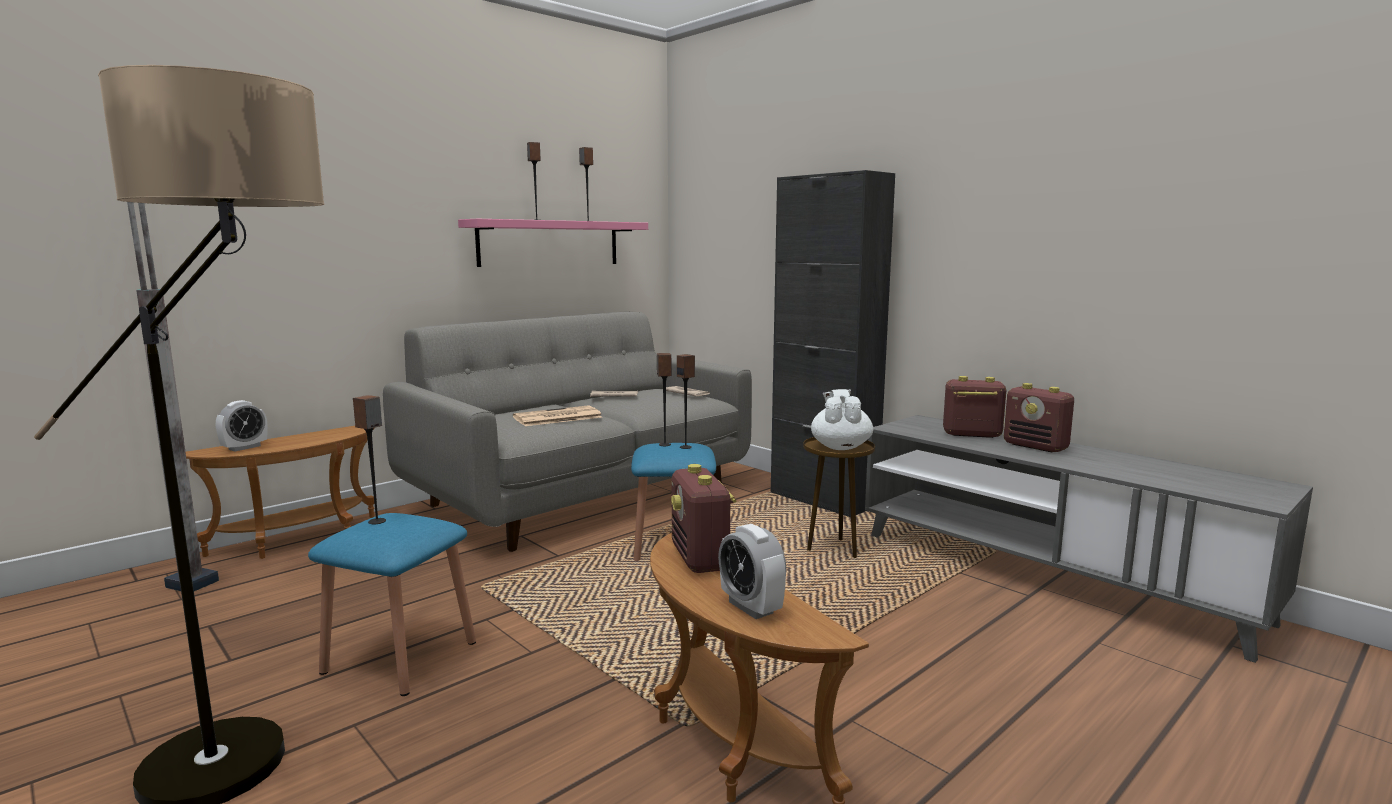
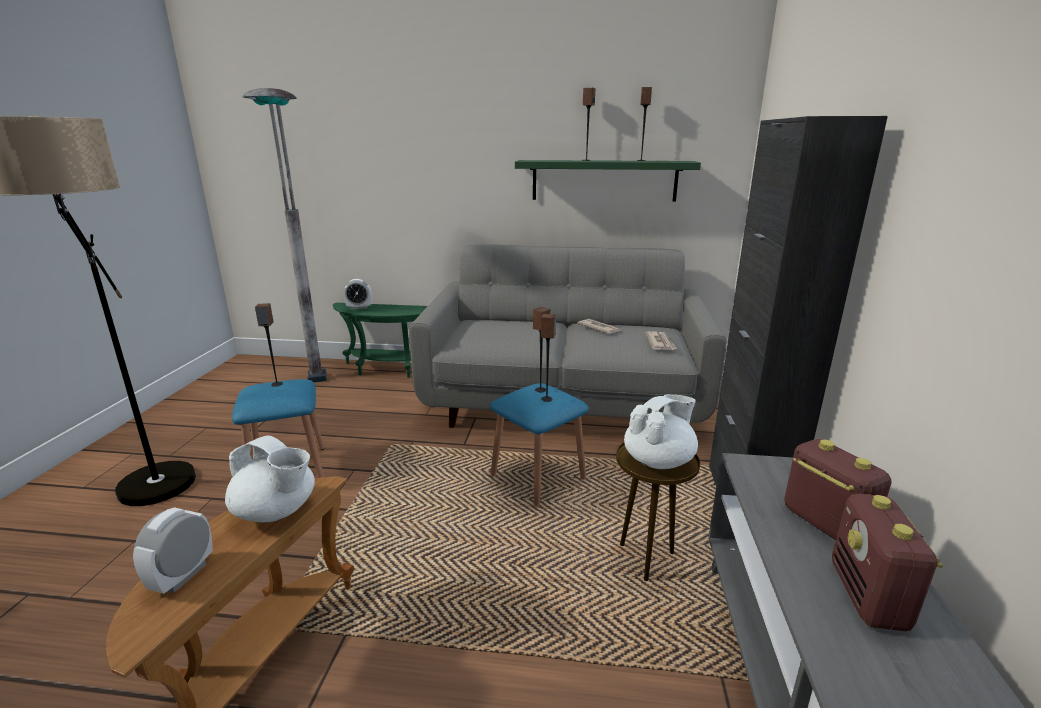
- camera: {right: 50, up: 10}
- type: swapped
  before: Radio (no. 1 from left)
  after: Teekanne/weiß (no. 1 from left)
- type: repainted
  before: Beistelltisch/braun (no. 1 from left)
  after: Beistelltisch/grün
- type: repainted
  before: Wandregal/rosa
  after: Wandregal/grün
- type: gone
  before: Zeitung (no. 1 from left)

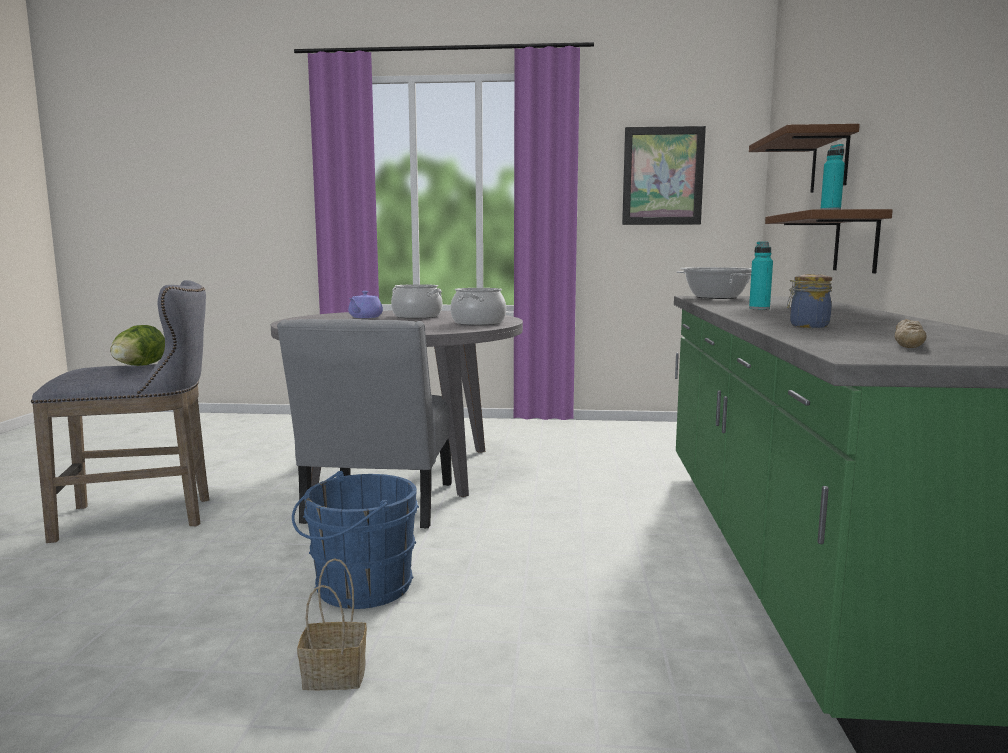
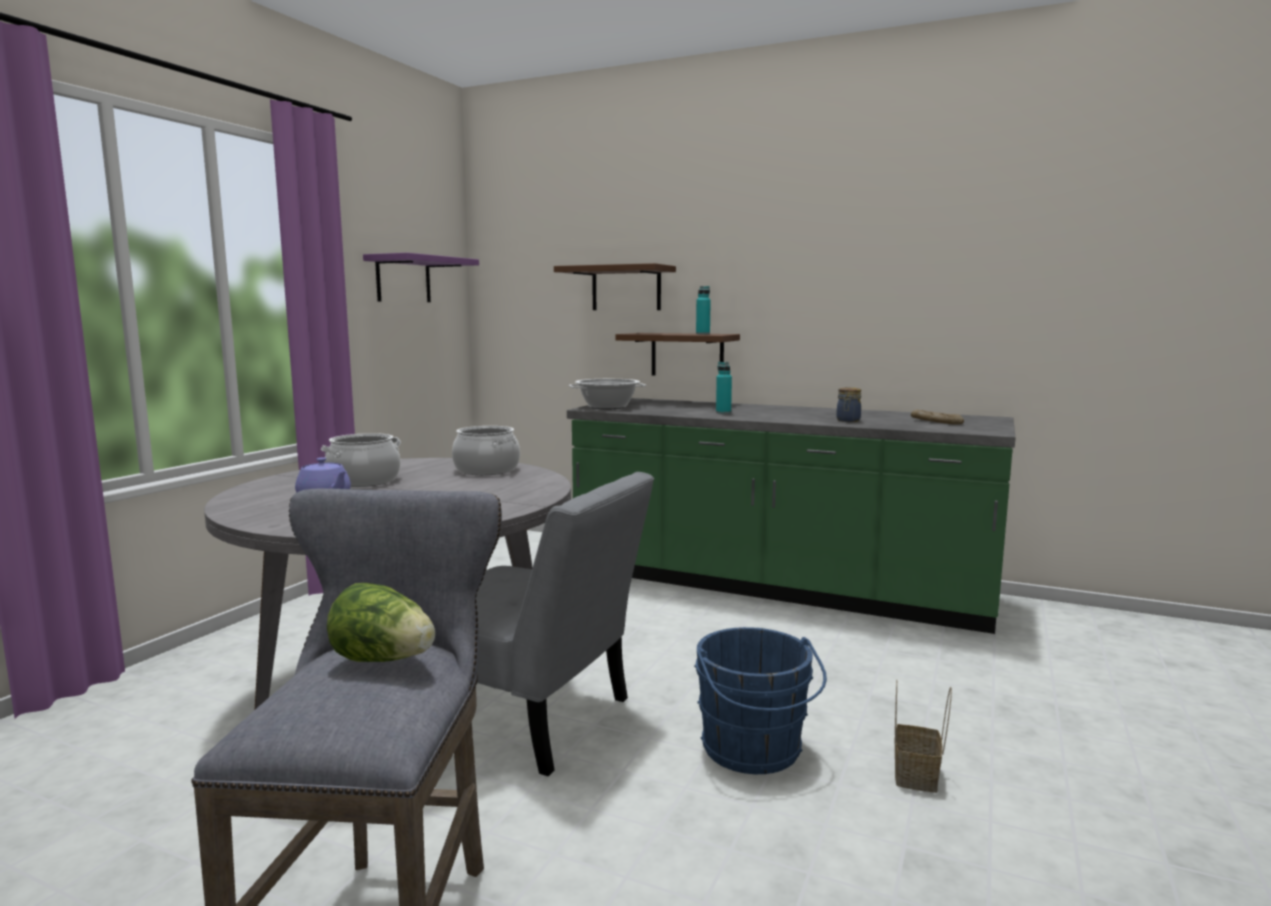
- camera: {right: -70, up: 0}
- type: swapped
  before: Bild
  after: Wandregal/lila

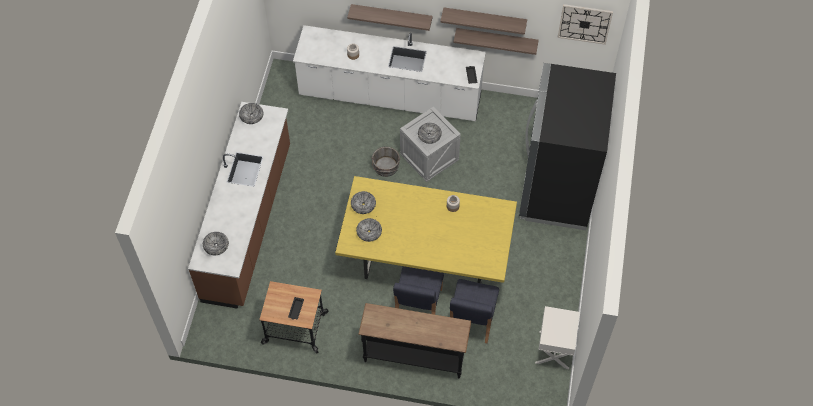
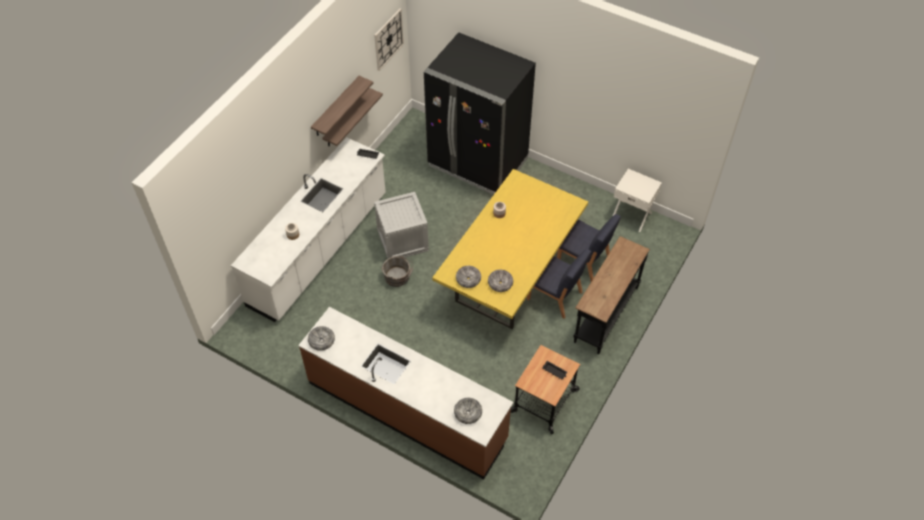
- camera: {right: -70, up: -5}
- type: gone
  before: Wandregal (no. 1 from left)
- type: gone
  before: Schüssel (no. 5 from left)

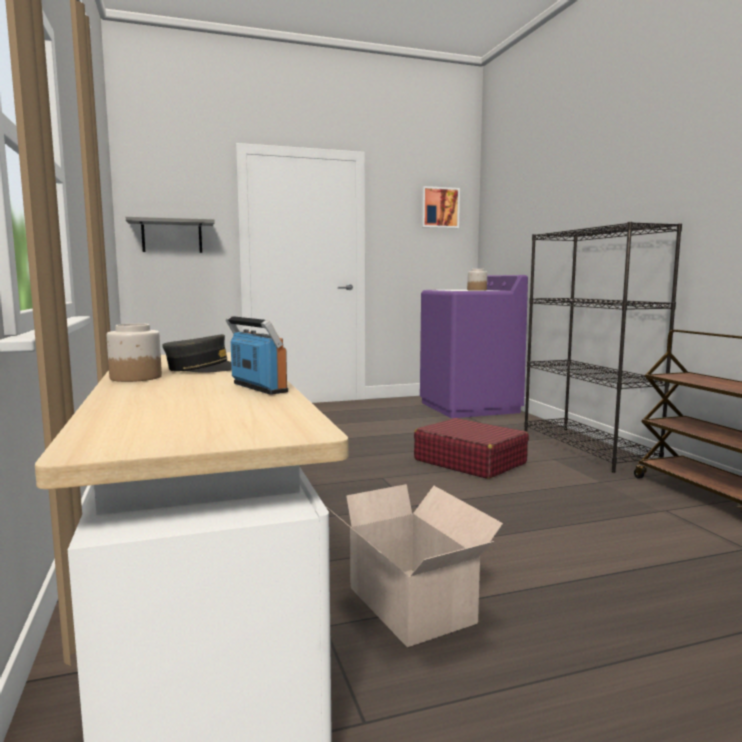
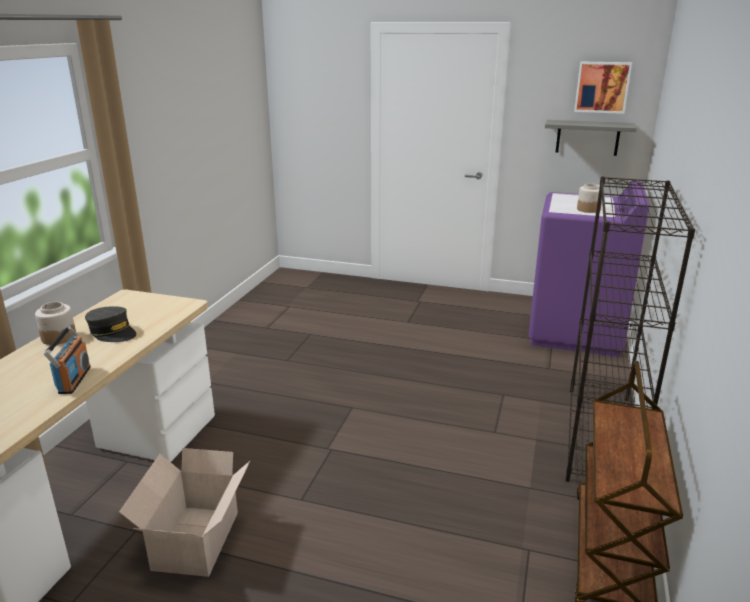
- camera: {right: 35, up: 15}
- type: shifted
  before: Wandregal/grau
- type: gone
  before: Koffer/rot

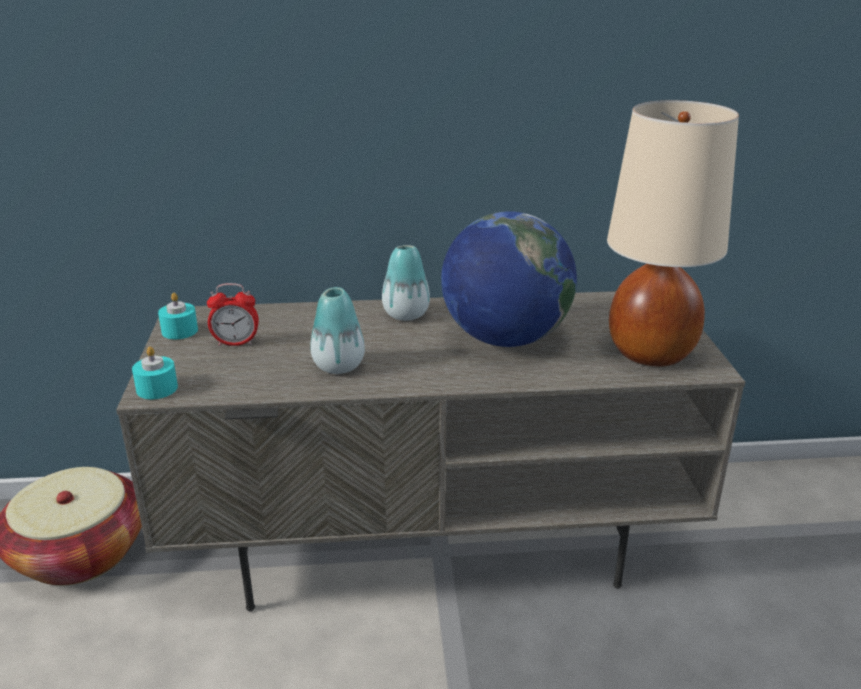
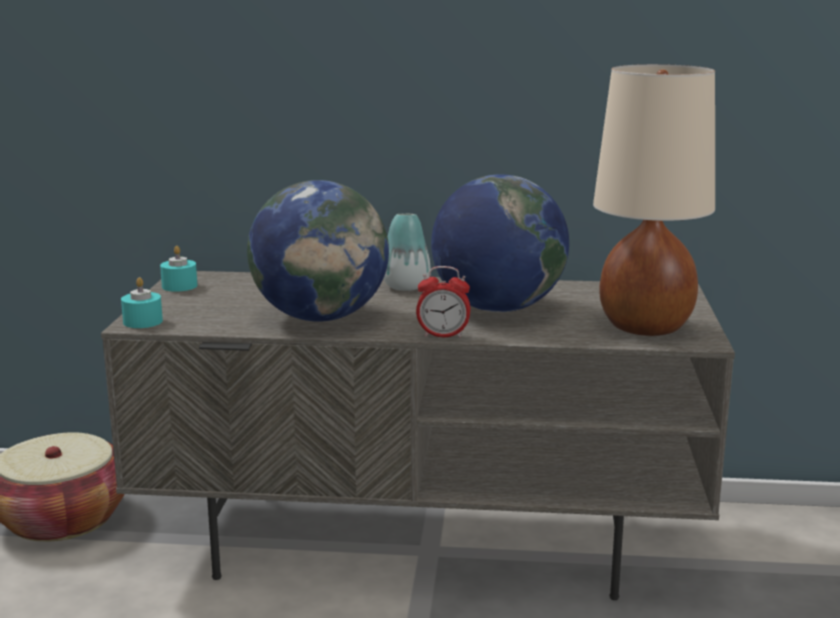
- camera: {right: 10, up: -10}
- type: swapped
  before: Vase (no. 1 from left)
  after: Globus (no. 1 from left)
- type: shifted
  before: Wecker

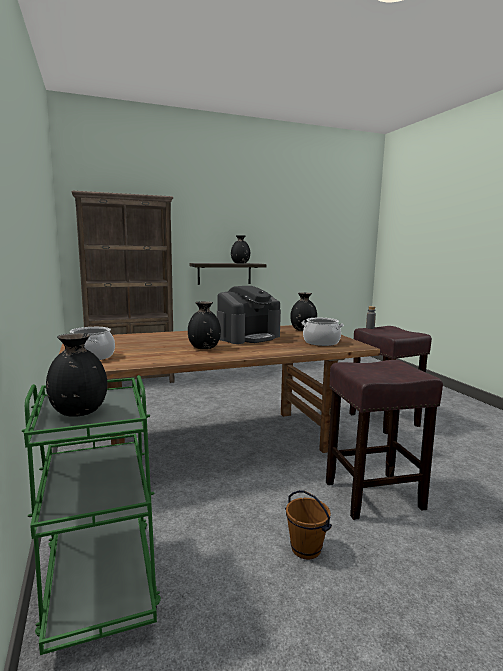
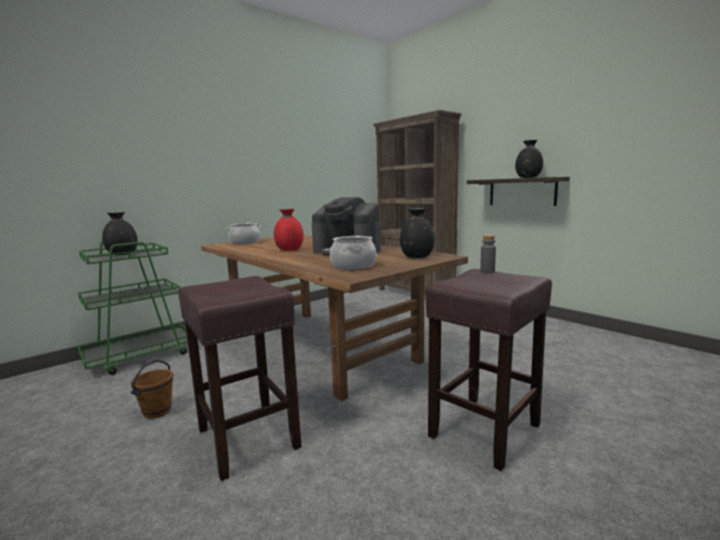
- camera: {right: 70, up: 0}
- type: repainted
  before: Vase/schwarz (no. 2 from left)
  after: Vase/rot

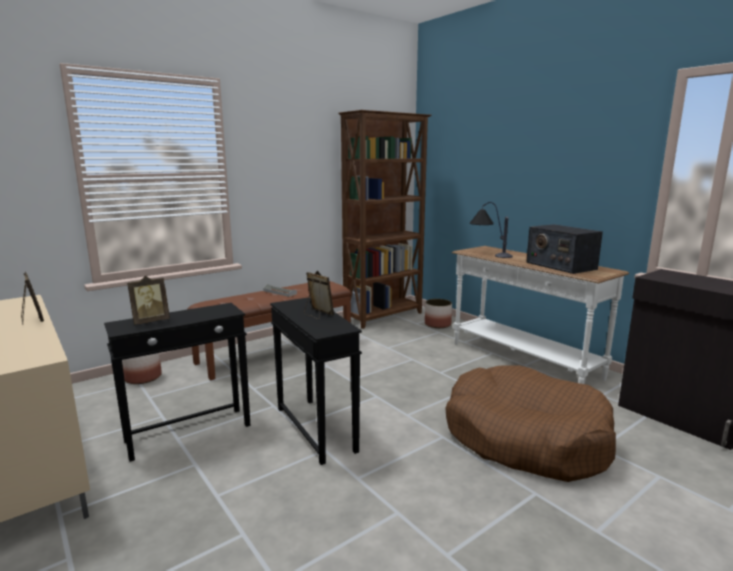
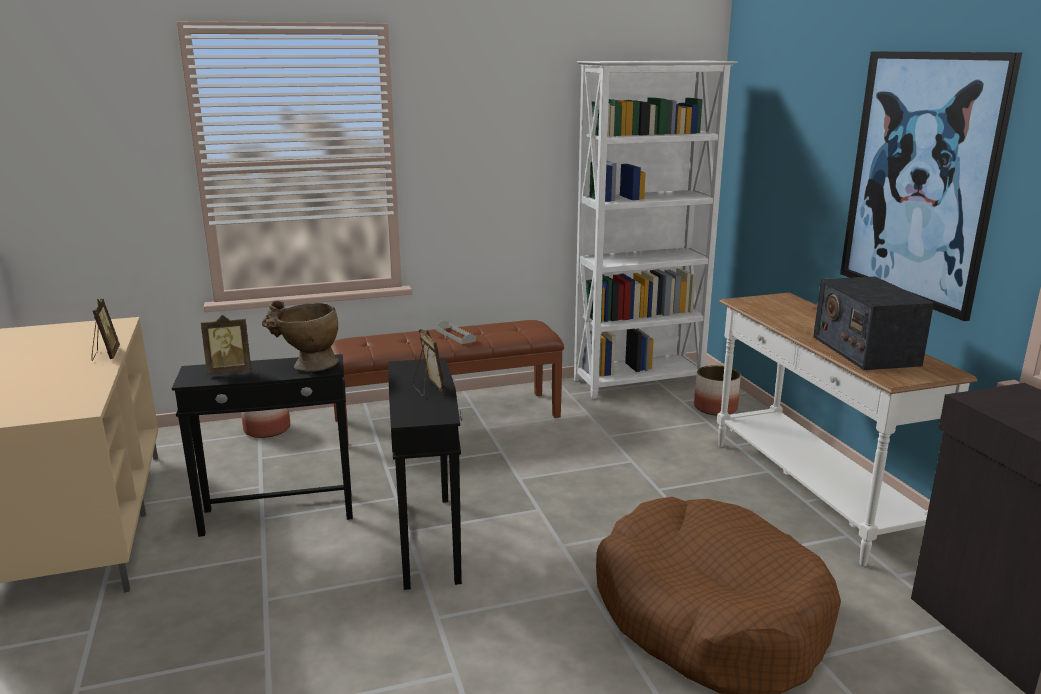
- camera: {right: 20, up: 5}
- type: new
  after: Vase/beige
- type: repainted
  before: Bücherregal/braun
  after: Bücherregal/weiß
- type: new
  after: Bild
- type: gone
  before: Tischlampe

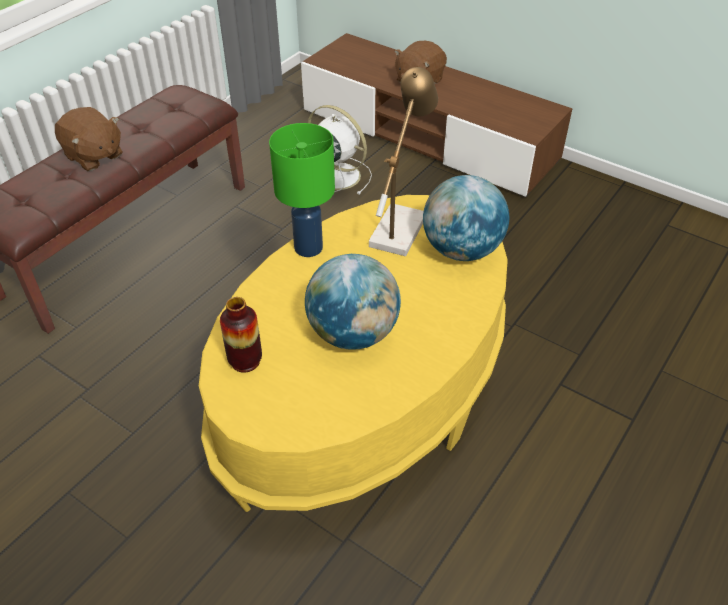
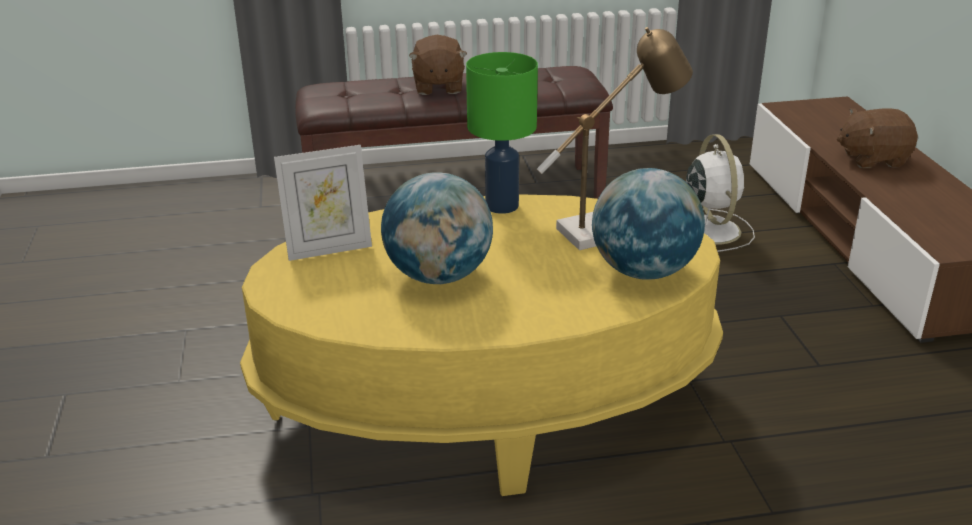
- camera: {right: 45, up: -15}
- type: swapped
  before: Vase
  after: Bilderrahmen

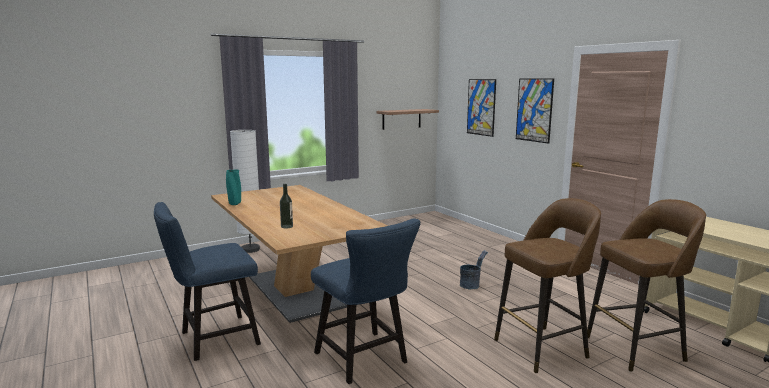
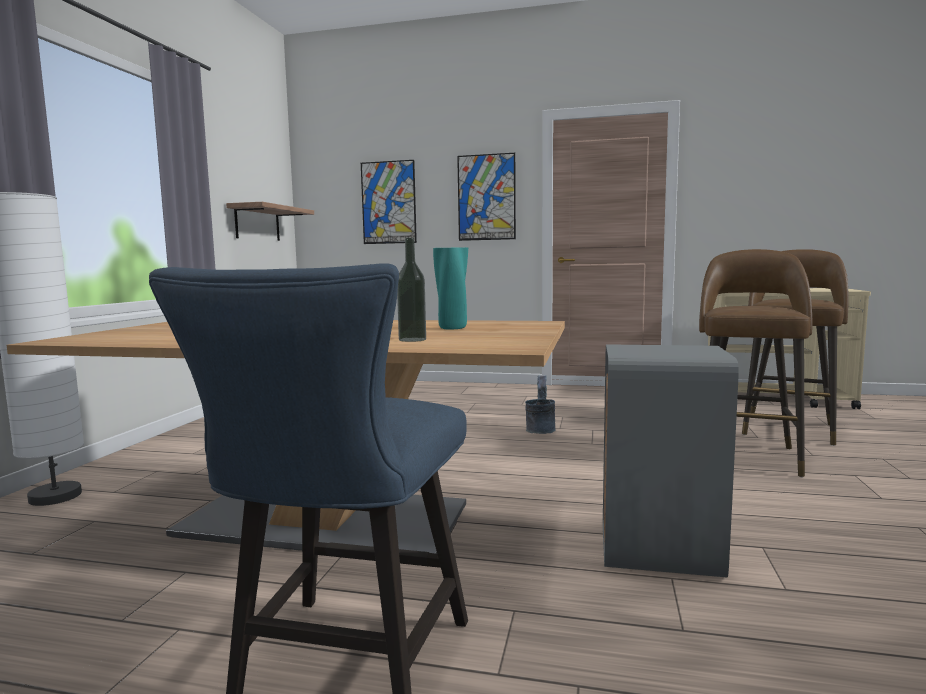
- camera: {right: -45, up: -5}
- type: shifted
  before: Vase/türkis
- type: swapped
  before: Stuhl/blau (no. 2 from left)
  after: Mülleimer/grau

